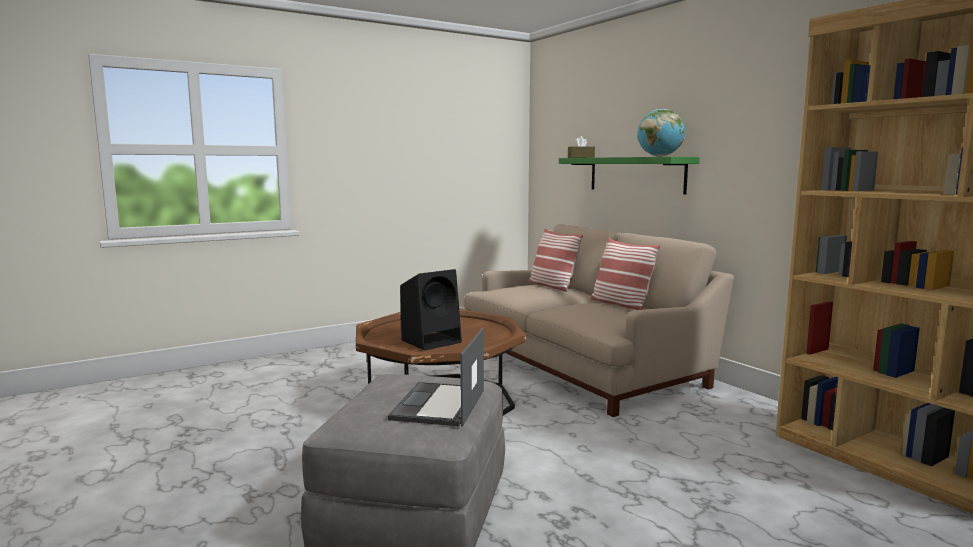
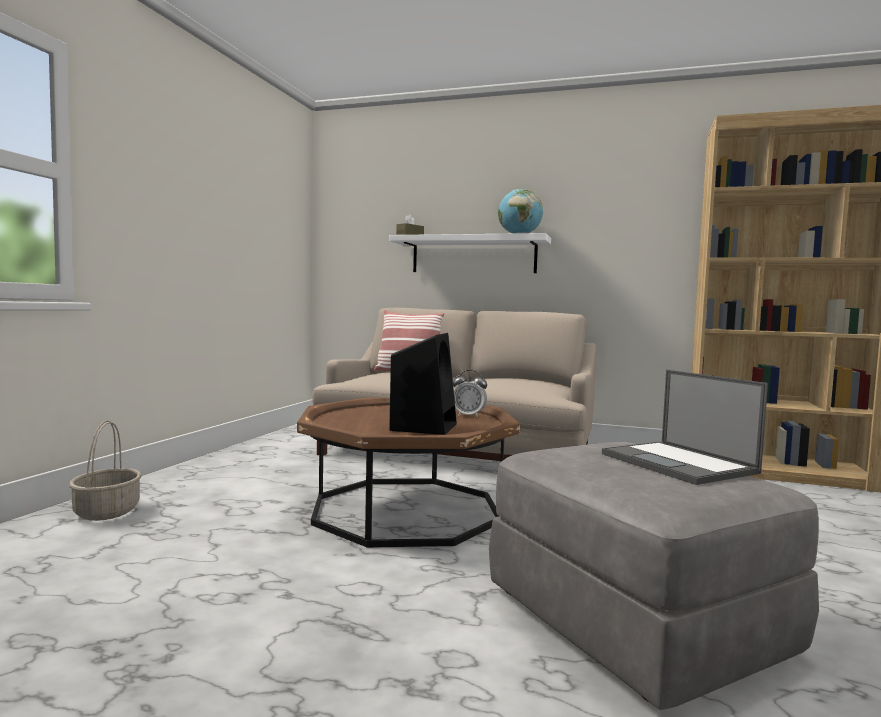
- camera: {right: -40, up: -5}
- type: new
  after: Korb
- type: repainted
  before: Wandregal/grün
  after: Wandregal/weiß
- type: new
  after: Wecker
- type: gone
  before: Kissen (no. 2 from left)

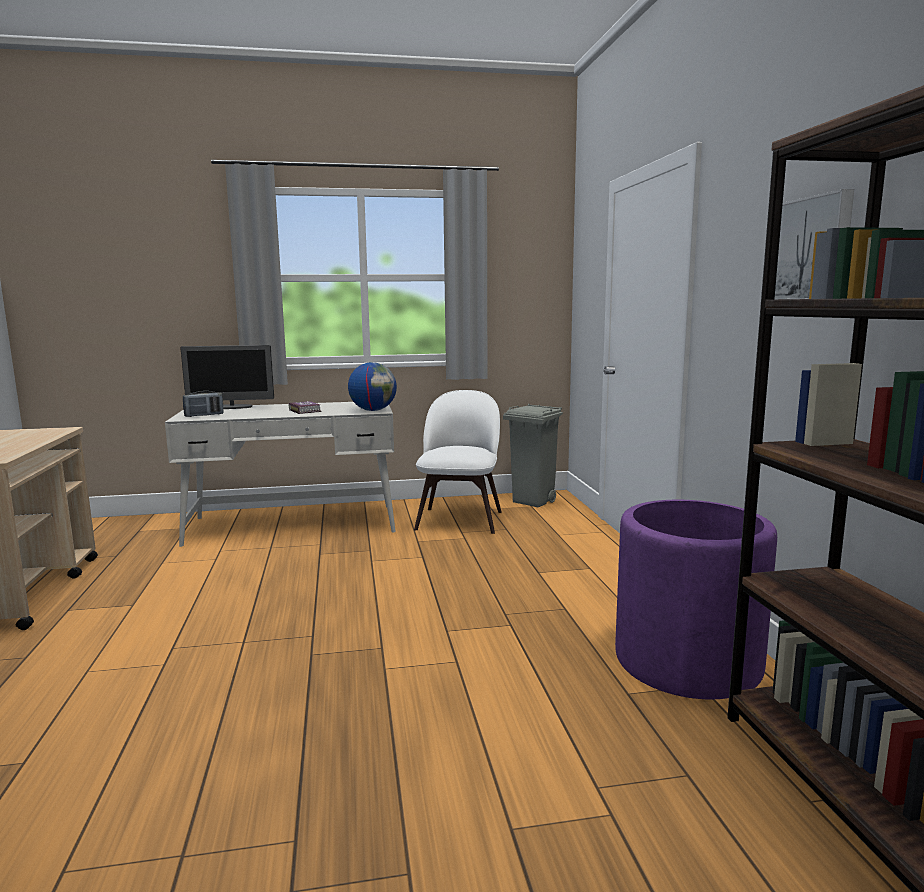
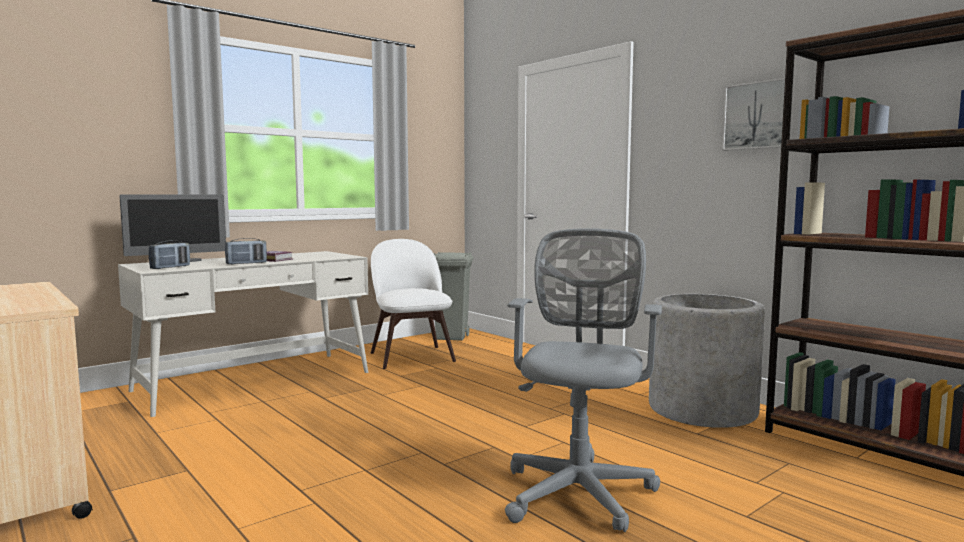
- camera: {right: -30, up: -5}
- type: new
  after: Radio (no. 2 from left)
- type: new
  after: Bürostuhl/grau
- type: repainted
  before: Pflanzkübel/lila
  after: Pflanzkübel/grau
- type: gone
  before: Globus

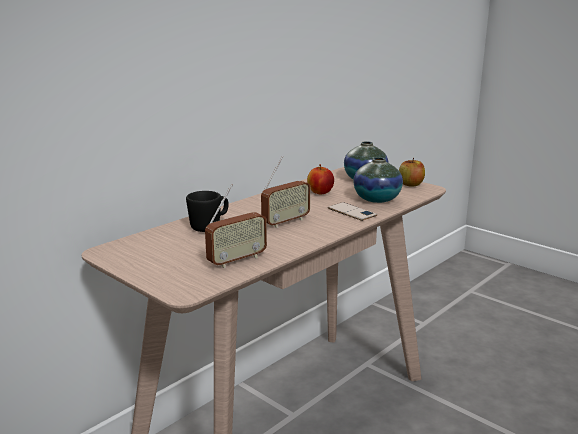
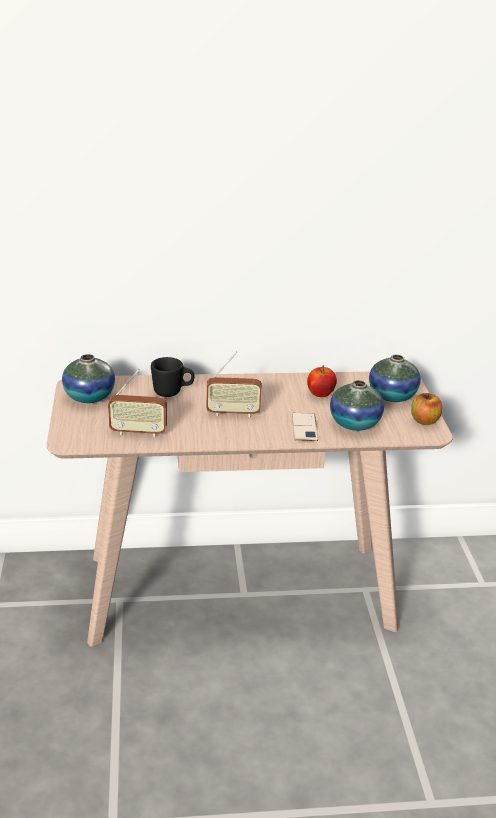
- camera: {right: 40, up: 10}
- type: new
  after: Vase (no. 1 from left)

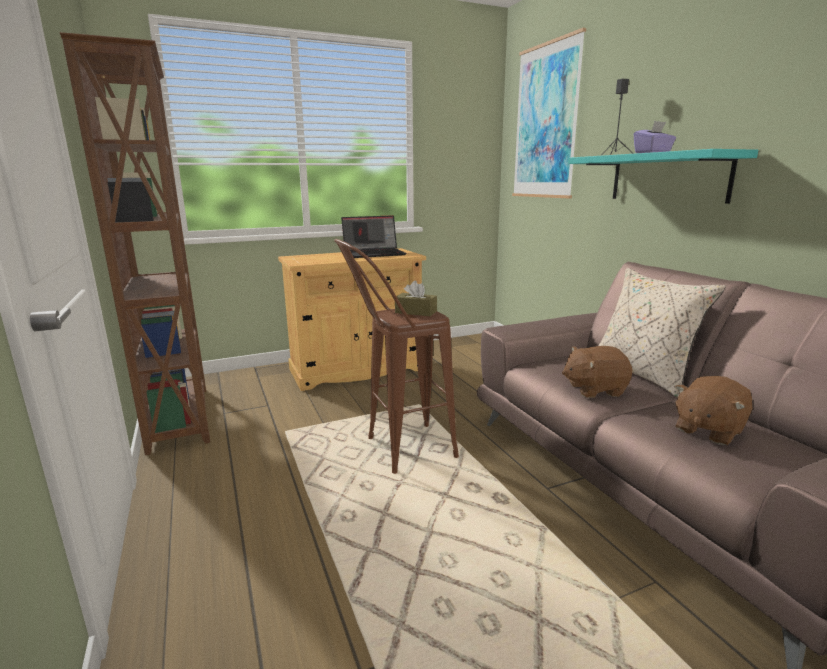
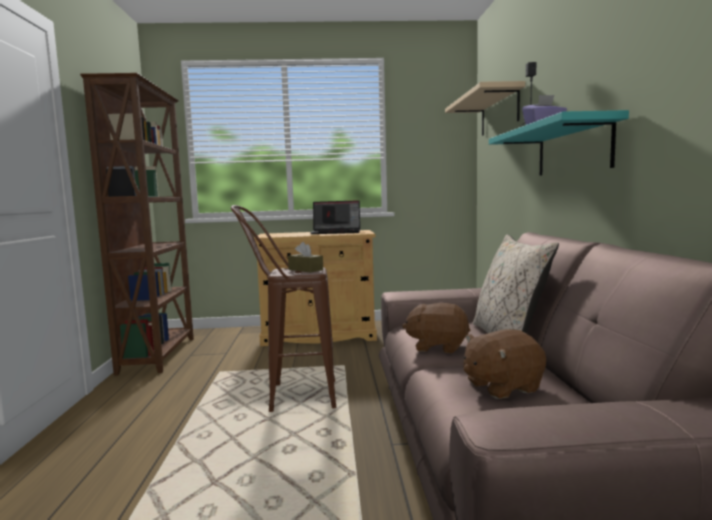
- camera: {right: 20, up: -10}
- type: swapped
  before: Bild
  after: Wandregal/beige

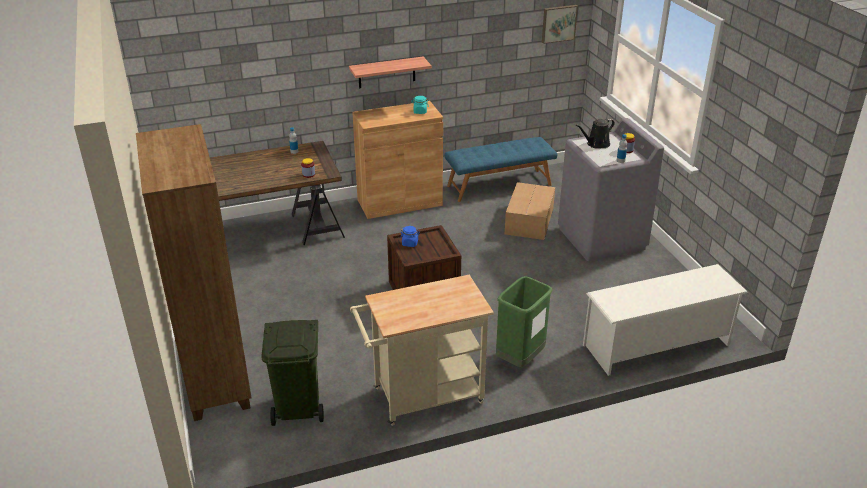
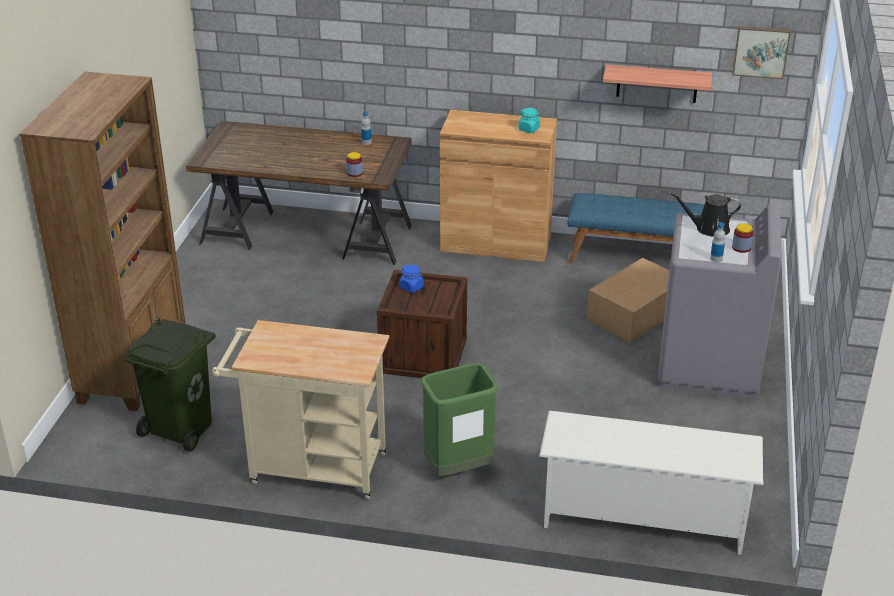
- camera: {right: 30, up: 0}
- type: shifted
  before: Wandregal

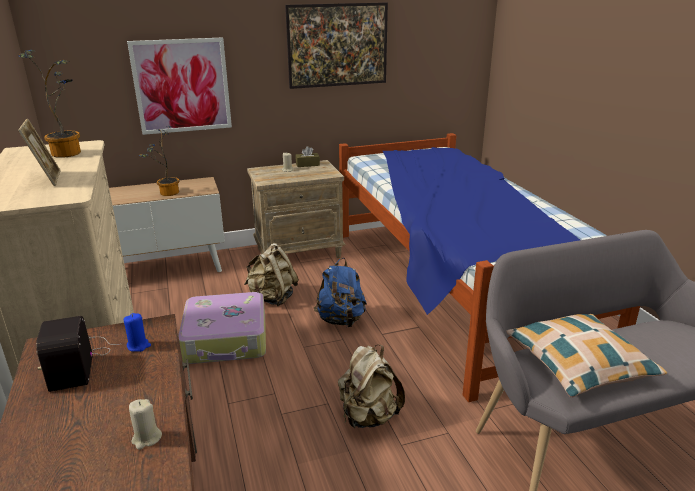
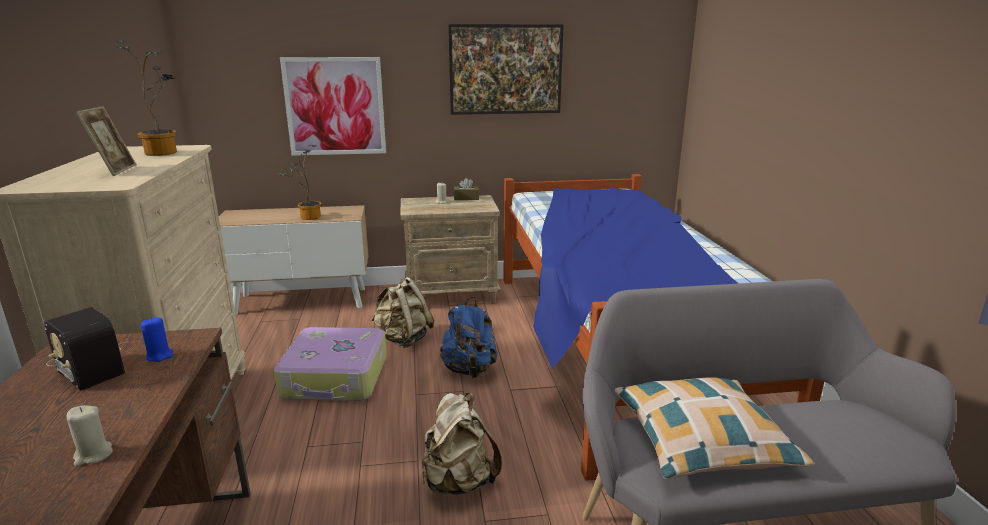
- camera: {right: 10, up: -5}
- type: rotated
  before: Radio
  turn: -45

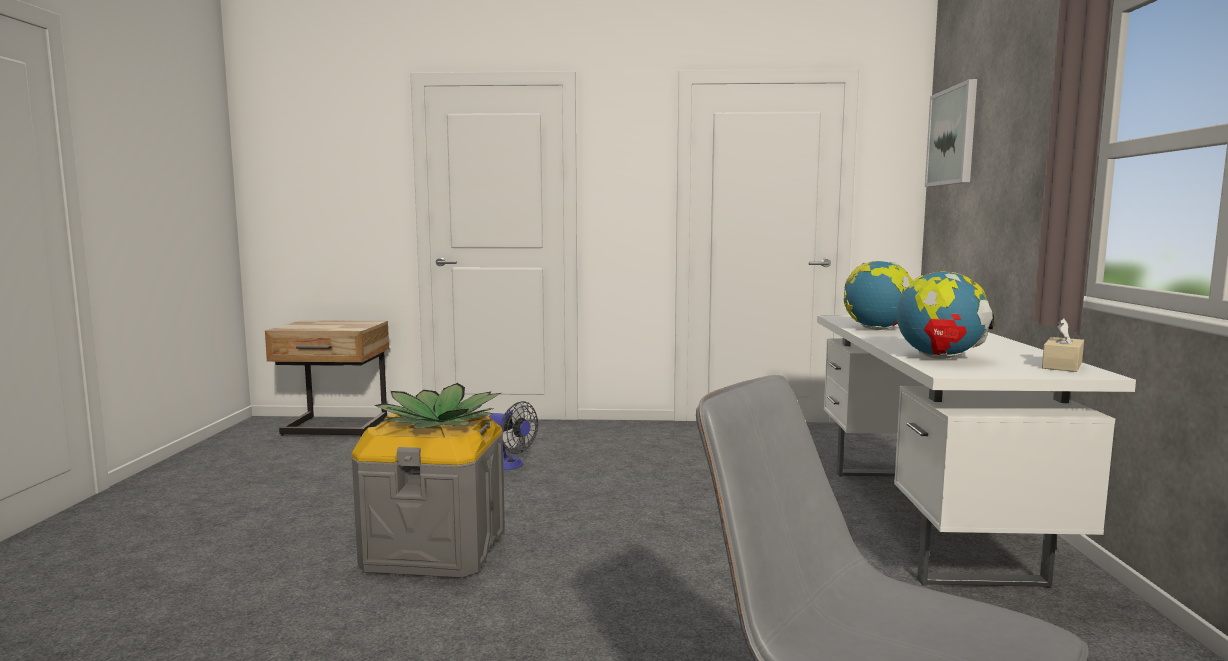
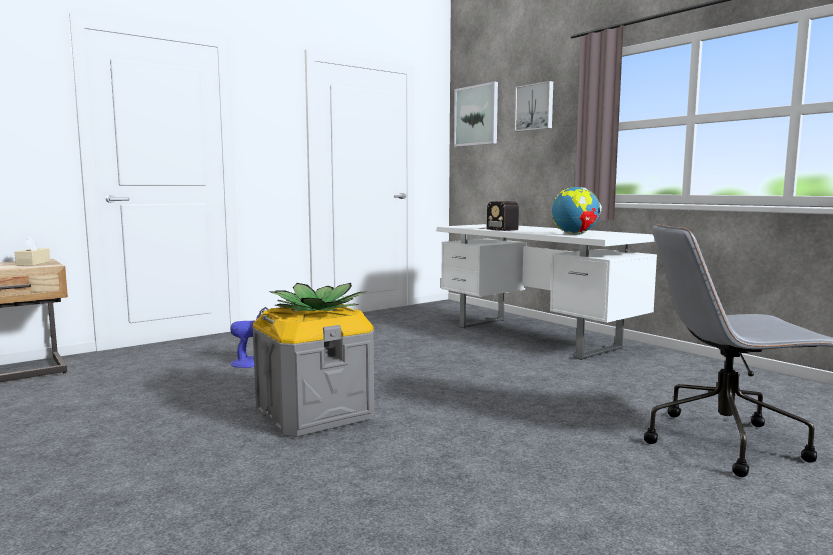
- camera: {right: -40, up: 0}
- type: shifted
  before: Taschentuchbox/beige
- type: swapped
  before: Globus (no. 1 from left)
  after: Radio
- type: new
  after: Bild (no. 2 from left)

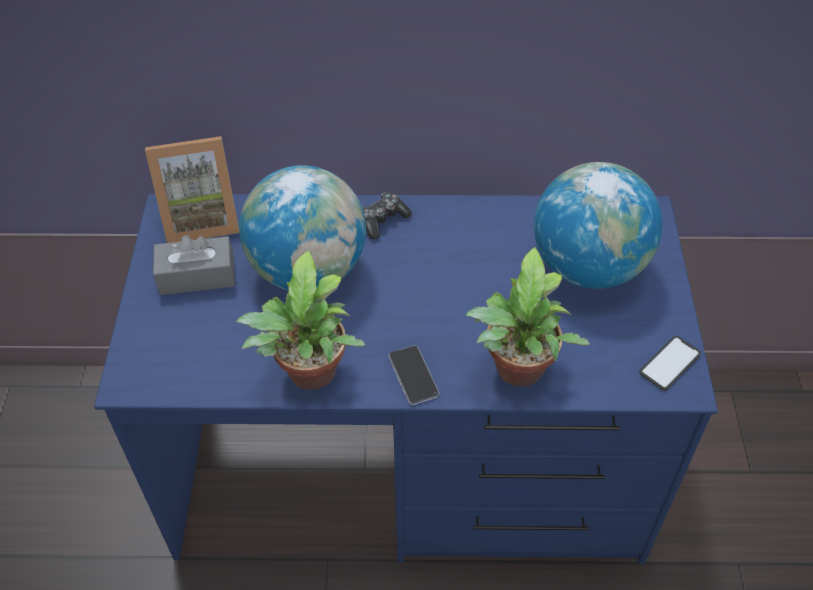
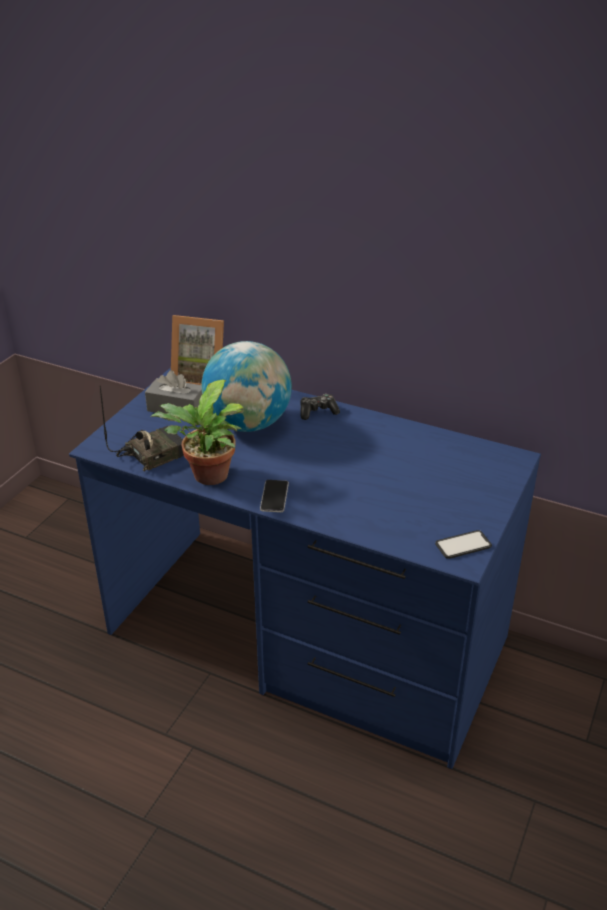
- camera: {right: 25, up: -15}
- type: new
  after: Radio
- type: gone
  before: Topfpflanze (no. 2 from left)
- type: gone
  before: Globus (no. 2 from left)

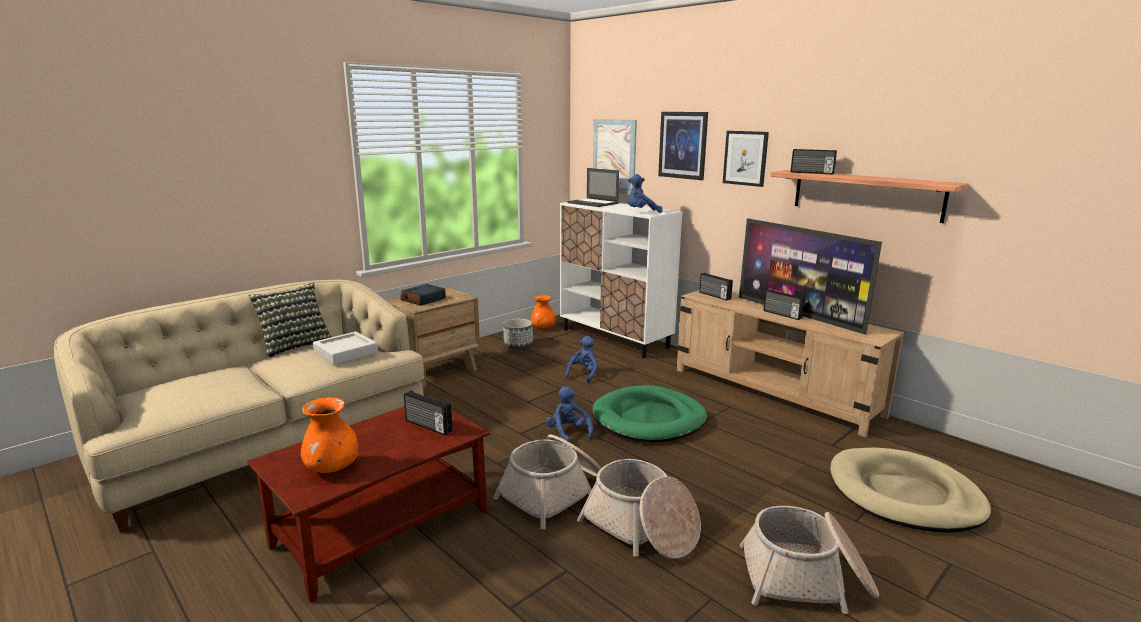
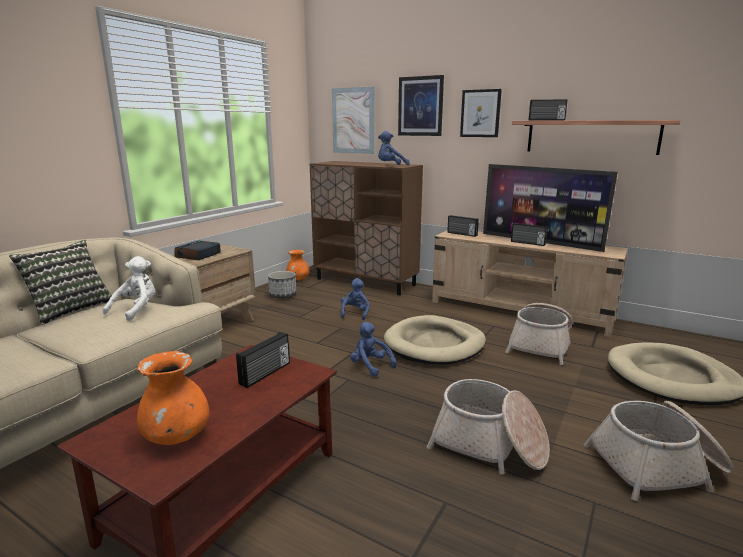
- camera: {right: -15, up: 0}
- type: swapped
  before: Tablett/grau
  after: Plüschtier/weiß
- type: rotated
  before: Radio (no. 1 from left)
  turn: -75
- type: repainted
  before: Schrank/weiß
  after: Schrank/braun
- type: repainted
  before: Hundebett/grün
  after: Hundebett/beige (no. 1 from left)
- type: shifted
  before: Korb (no. 1 from left in the first image)
  after: Korb (no. 2 from left)
- type: gone
  before: Laptop

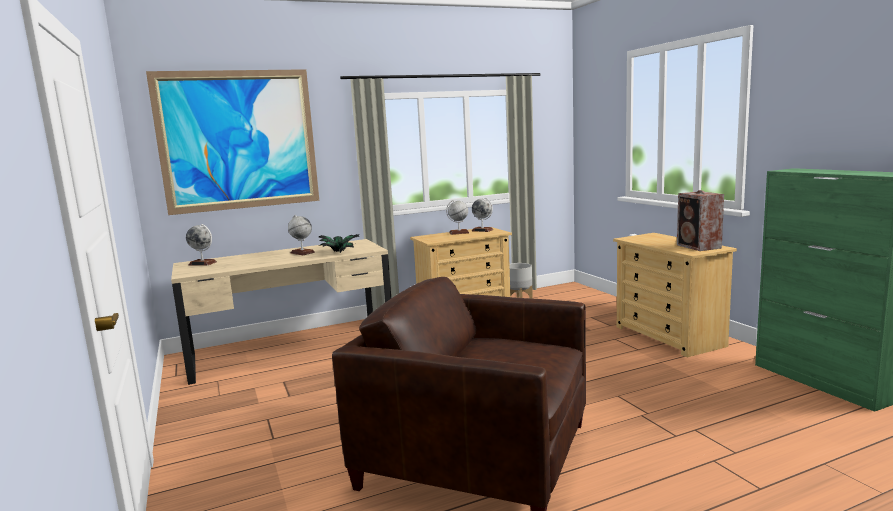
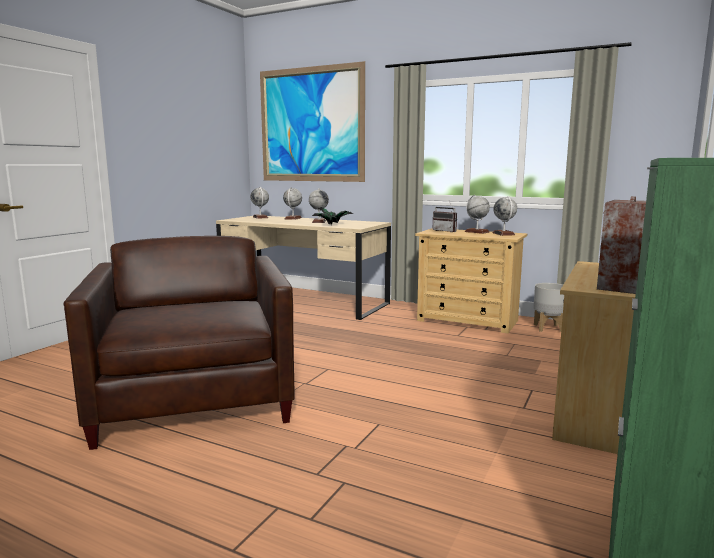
- camera: {right: 50, up: 0}
- type: new
  after: Globus (no. 2 from left)
- type: new
  after: Radio

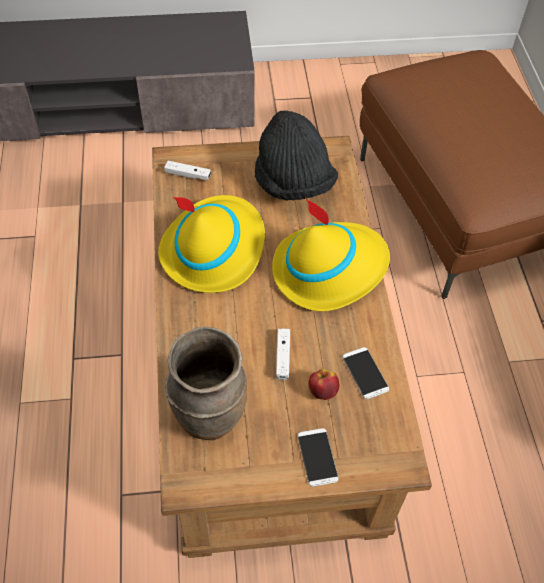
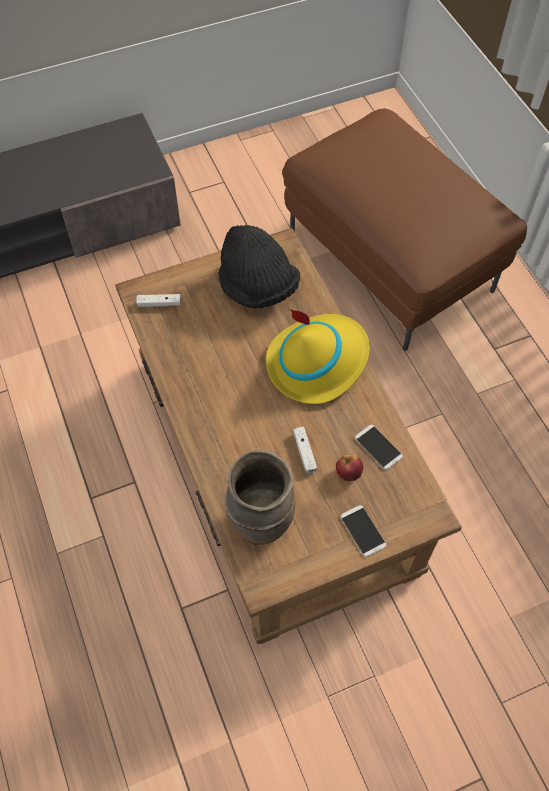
- camera: {right: -15, up: 5}
- type: gone
  before: Hut/gelb (no. 1 from left)

